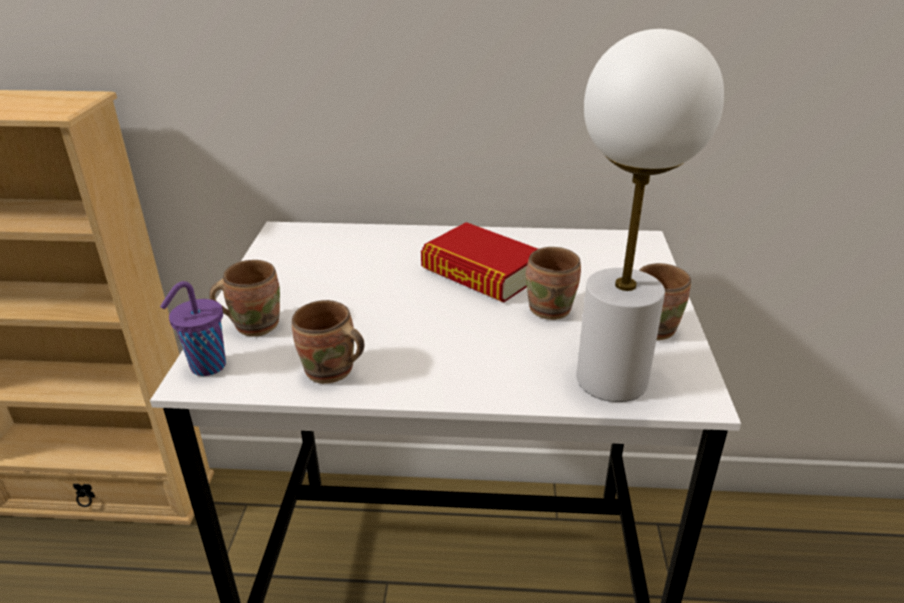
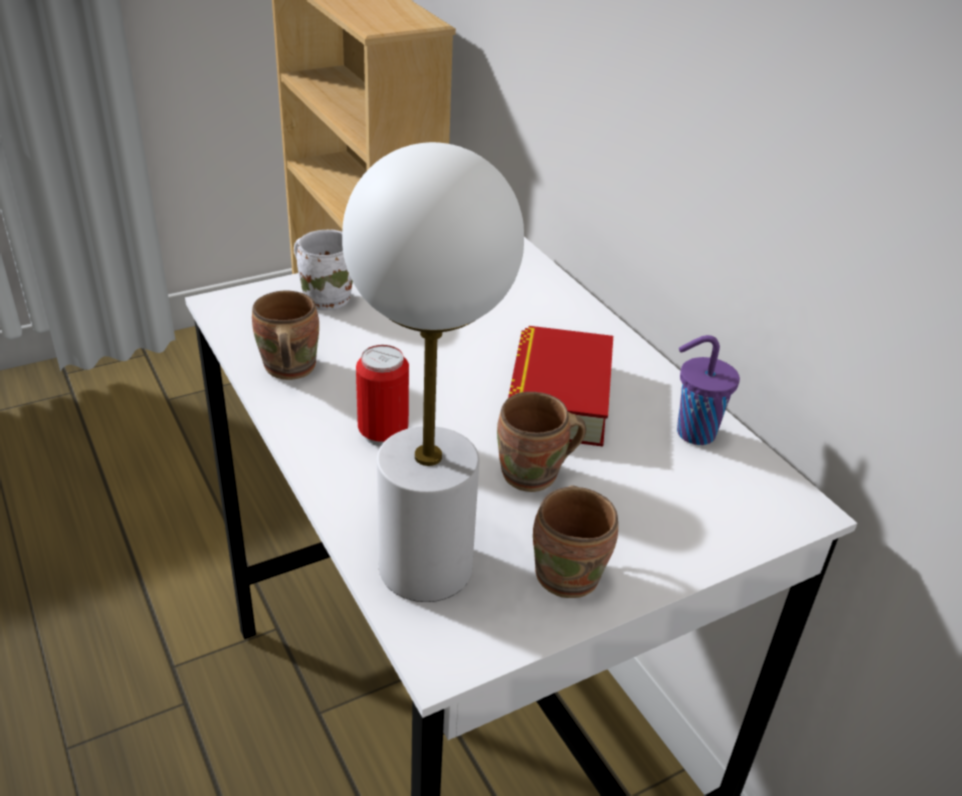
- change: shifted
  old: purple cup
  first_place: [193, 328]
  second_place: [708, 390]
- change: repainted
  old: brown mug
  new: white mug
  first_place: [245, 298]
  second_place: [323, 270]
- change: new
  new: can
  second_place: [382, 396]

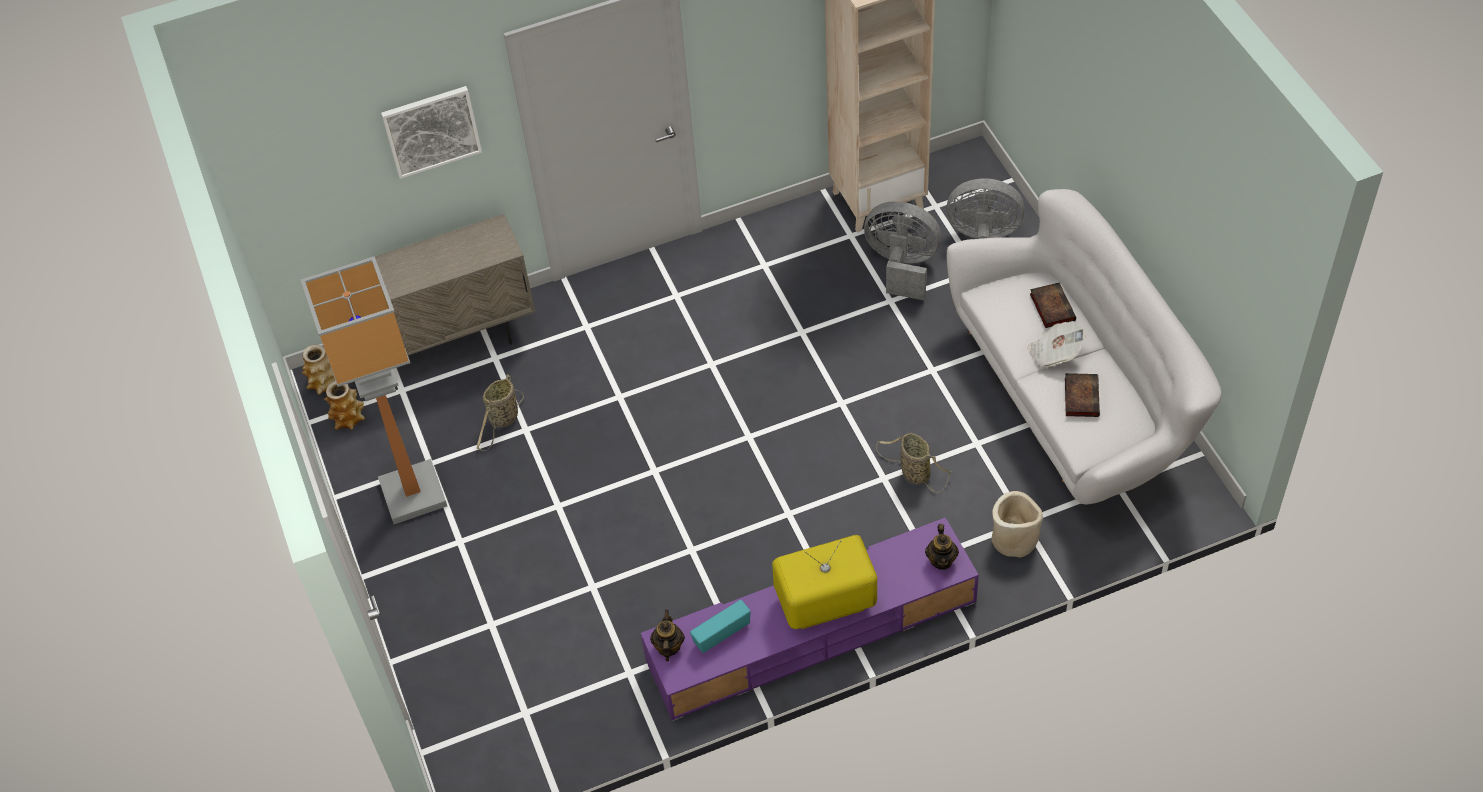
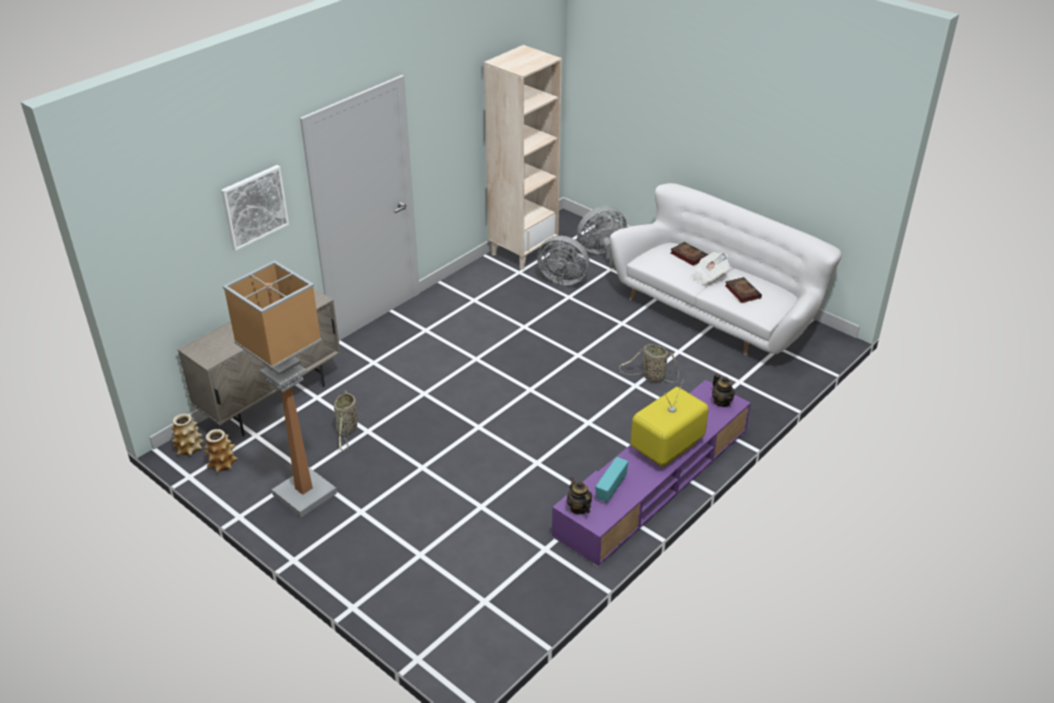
- change: rotated
  old: grey fan
  first_place: [902, 250]
  second_place: [563, 260]
  degrees: -150
- change: gone
  old: beige planter
  first_place: [1017, 524]

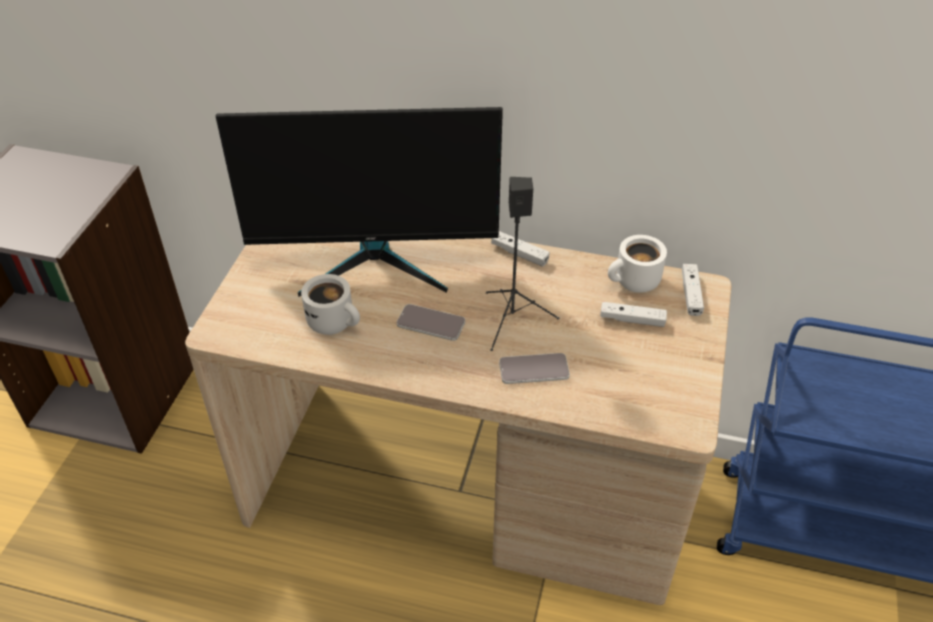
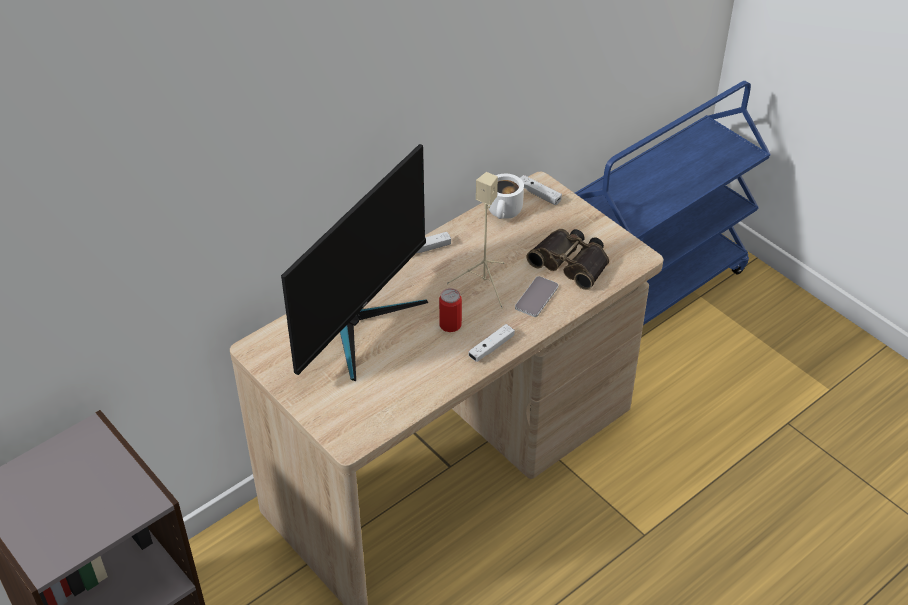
- change: gone
  old: white mug
  first_place: [330, 304]
- change: swapped
  old: phone
  new: can
  first_place: [431, 322]
  second_place: [450, 310]
- change: repainted
  old: black speaker
  new: beige speaker
  first_place: [522, 264]
  second_place: [475, 240]
- change: shifted
  old: white game controller
  first_place: [633, 314]
  second_place: [491, 343]
- change: new
  new: binoculars
  second_place: [567, 259]

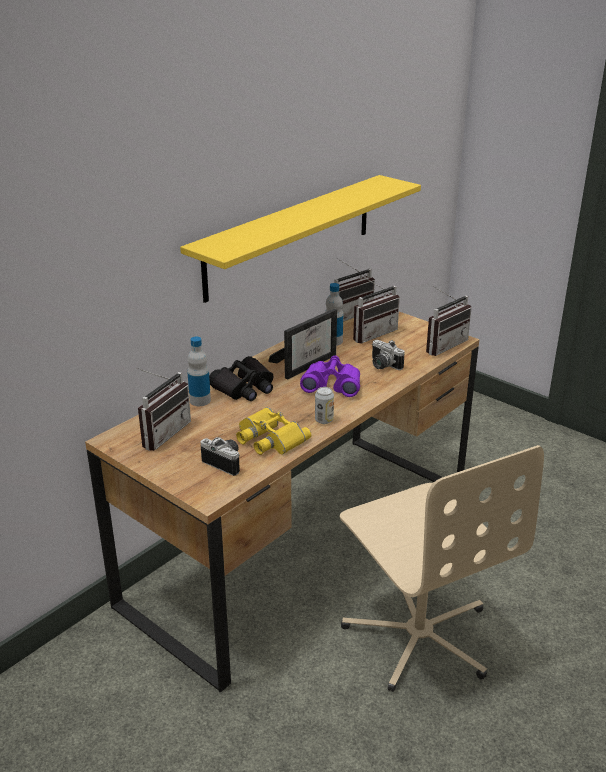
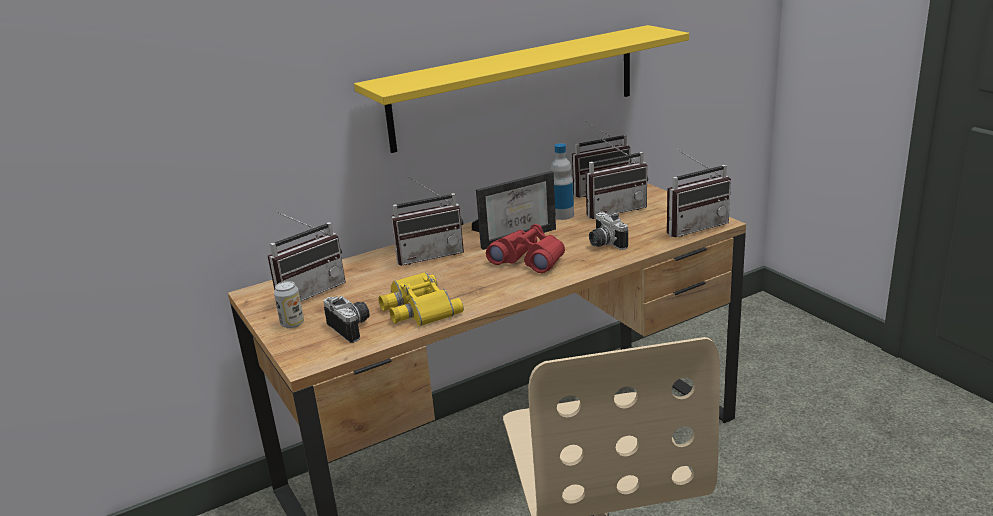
- change: gone
  old: bottle
  first_place: [199, 371]
- change: swapped
  old: black binoculars
  new: radio
  first_place: [241, 378]
  second_place: [427, 221]
- change: repainted
  old: purple binoculars
  new: red binoculars
  first_place: [330, 376]
  second_place: [525, 248]
- change: shifted
  old: can
  first_place: [324, 405]
  second_place: [289, 305]

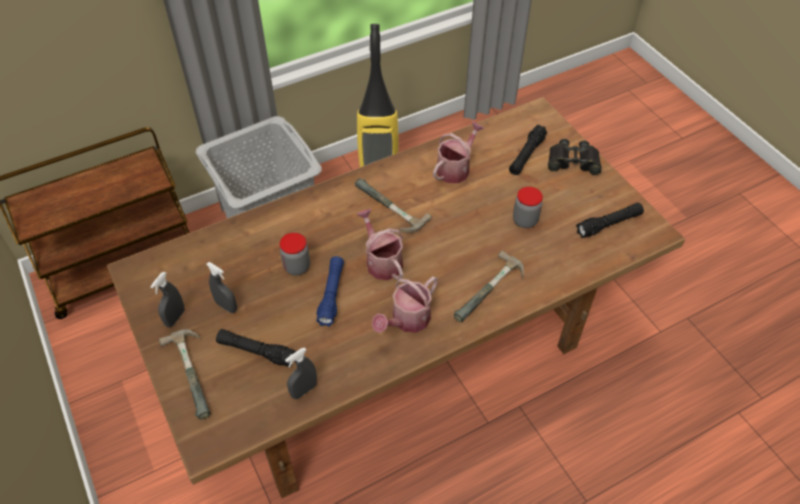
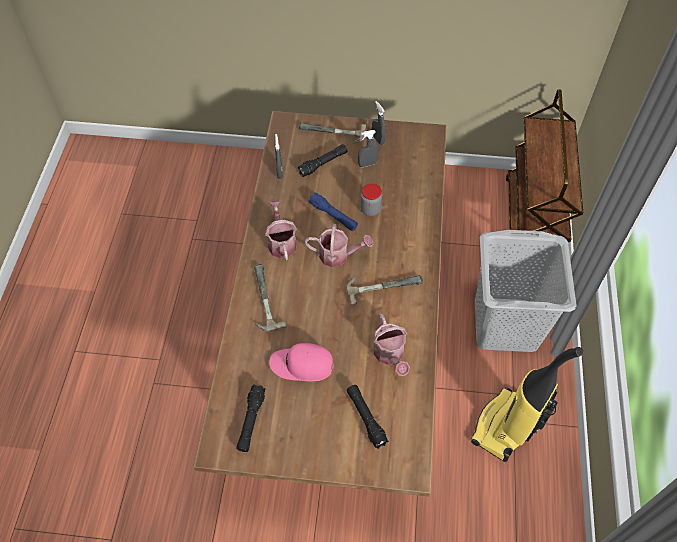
- change: swapped
  old: jar
  new: pink cap
  first_place: [528, 207]
  second_place: [301, 362]
- change: gone
  old: black binoculars
  first_place: [575, 157]

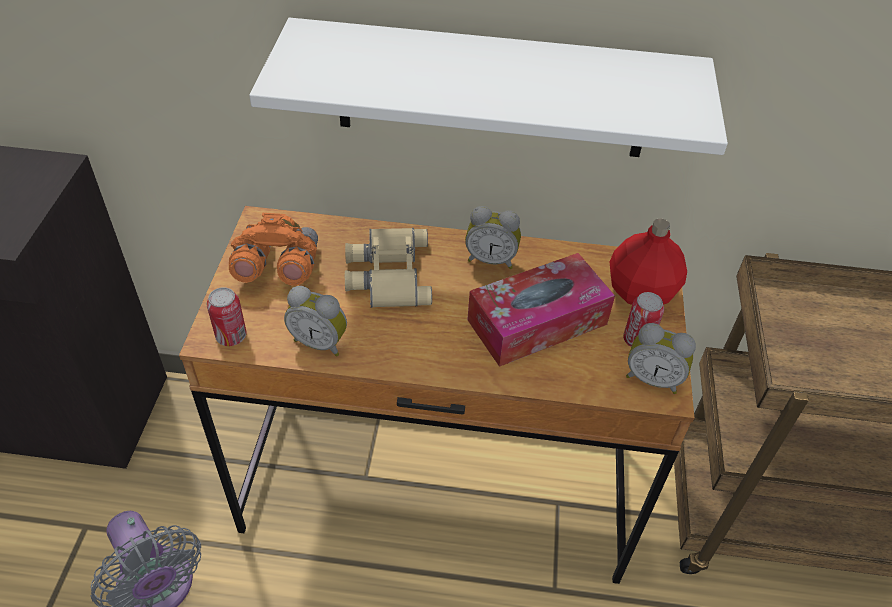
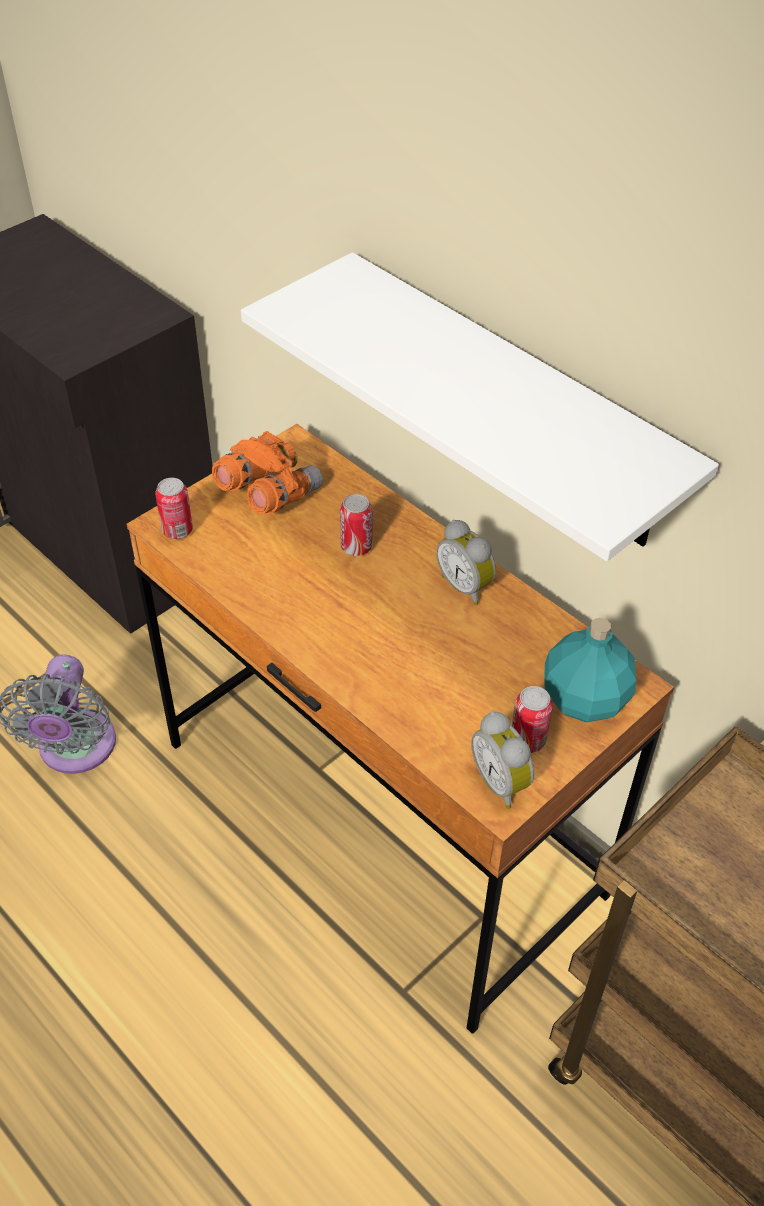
- change: gone
  old: alarm clock
  first_place: [315, 321]
- change: swapped
  old: beige binoculars
  new: can
  first_place: [388, 268]
  second_place: [356, 525]
- change: gone
  old: tissue box
  first_place: [541, 310]
- change: repainted
  old: red bottle
  new: turquoise bottle
  first_place: [648, 261]
  second_place: [590, 670]

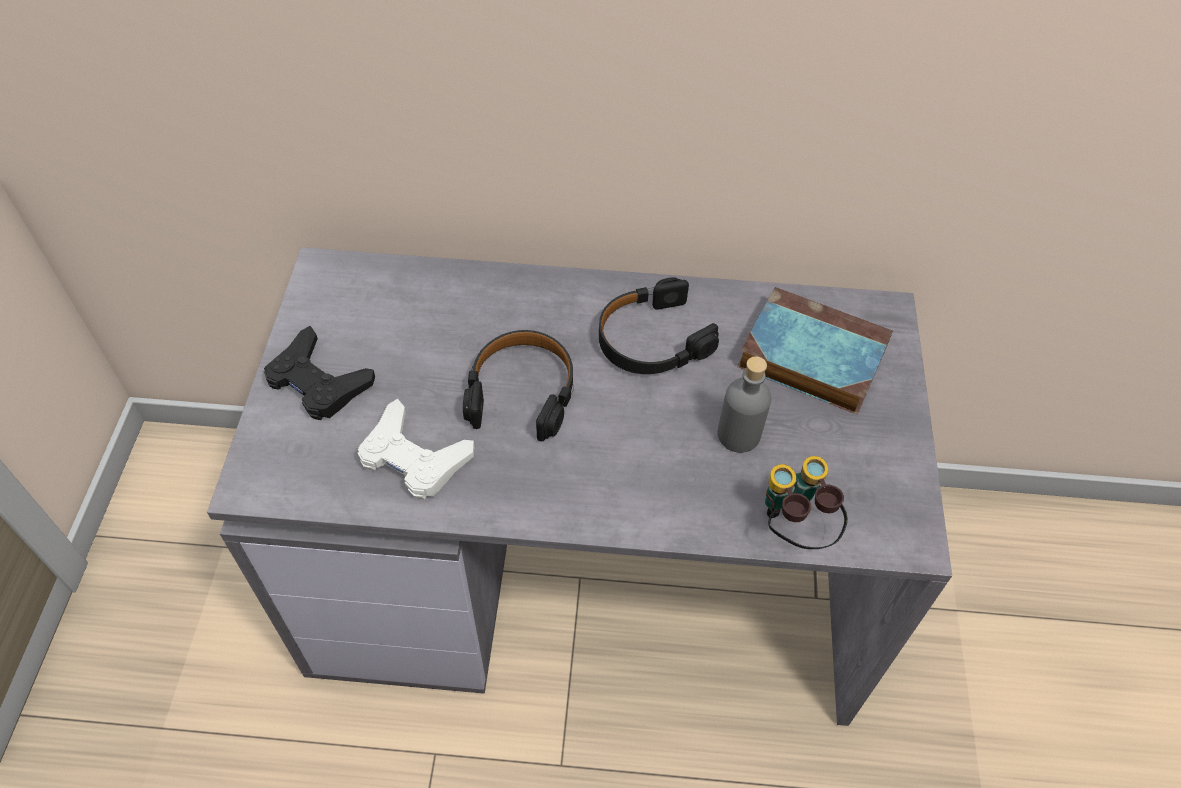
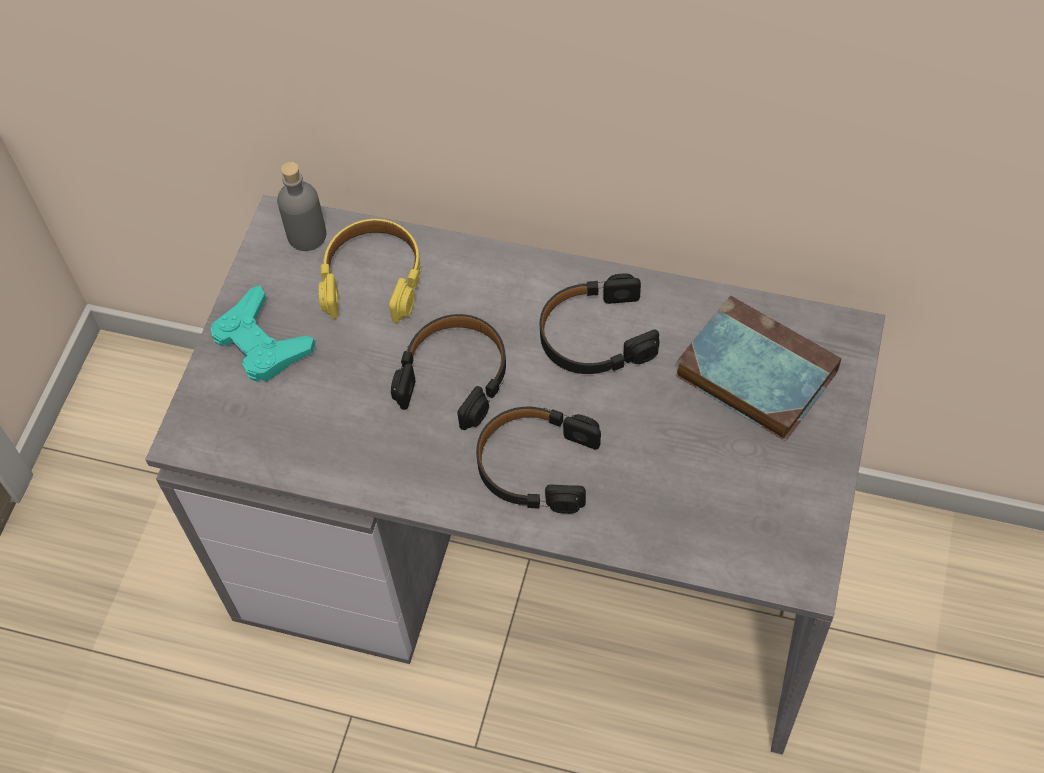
- change: repainted
  old: black game controller
  new: turquoise game controller
  first_place: [319, 373]
  second_place: [263, 333]
- change: gone
  old: white game controller
  first_place: [416, 449]
- change: shifted
  old: grey bottle
  first_place: [744, 404]
  second_place: [301, 206]
- change: gone
  old: binoculars
  first_place: [806, 502]
- change: new
  new: yellow headphones
  second_place: [370, 271]
- change: new
  new: black headphones
  second_place: [538, 460]

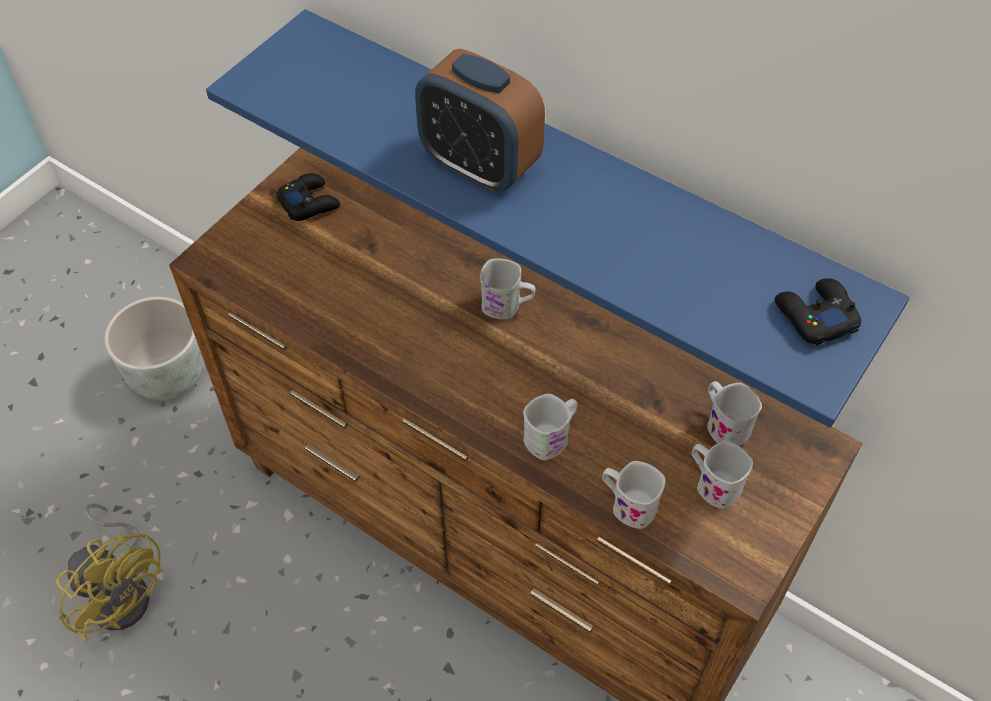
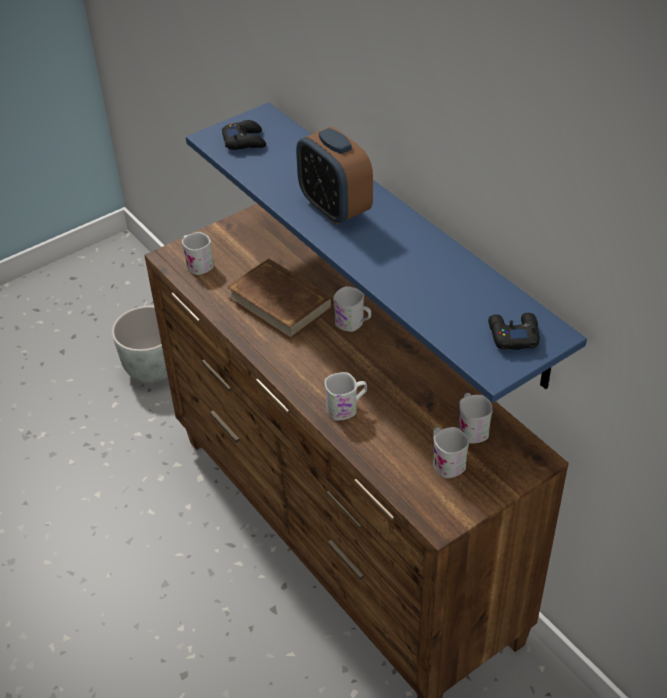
- change: gone
  old: yellow fan
  first_place: [108, 572]
- change: shifted
  old: black game controller
  first_place: [308, 197]
  second_place: [244, 135]
- change: shifted
  old: white mug
  first_place: [634, 495]
  second_place: [198, 253]
- change: new
  new: brown book
  second_place: [280, 299]

